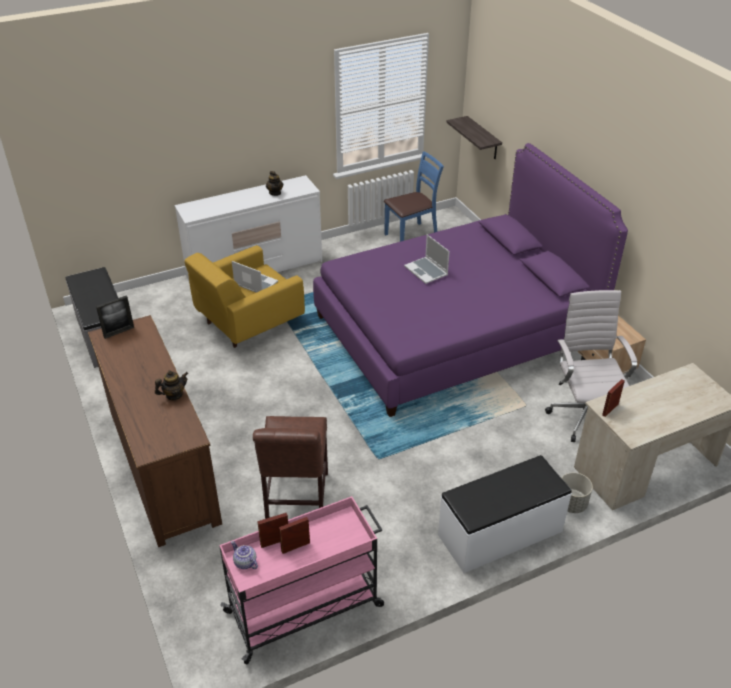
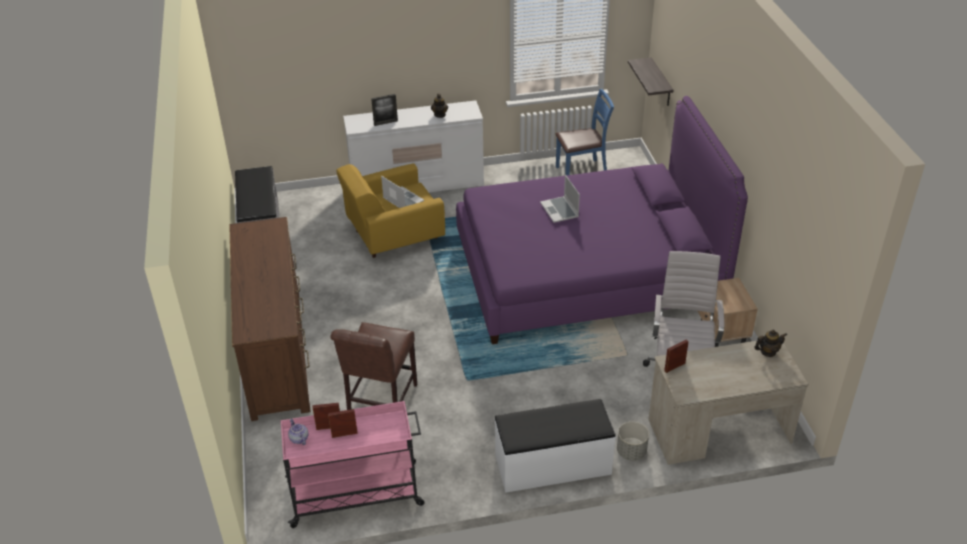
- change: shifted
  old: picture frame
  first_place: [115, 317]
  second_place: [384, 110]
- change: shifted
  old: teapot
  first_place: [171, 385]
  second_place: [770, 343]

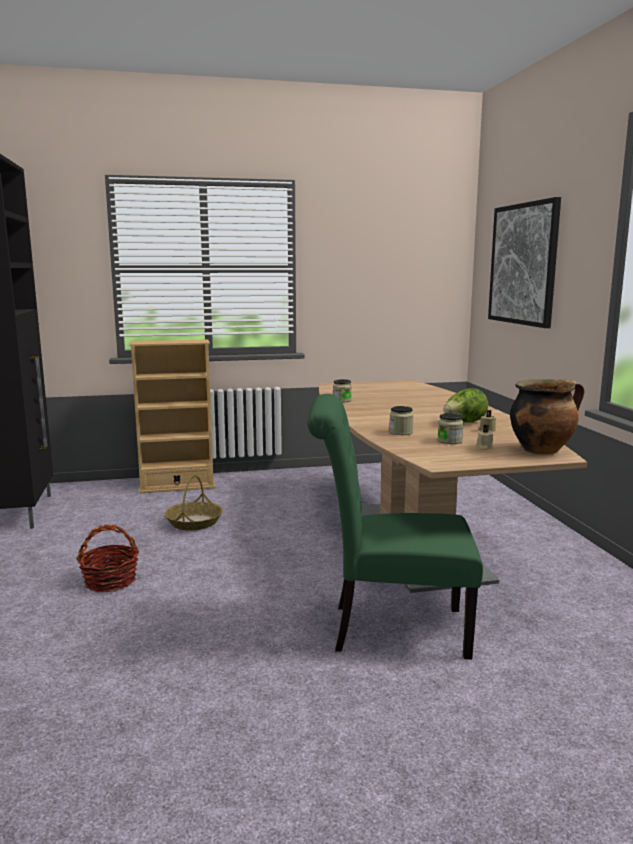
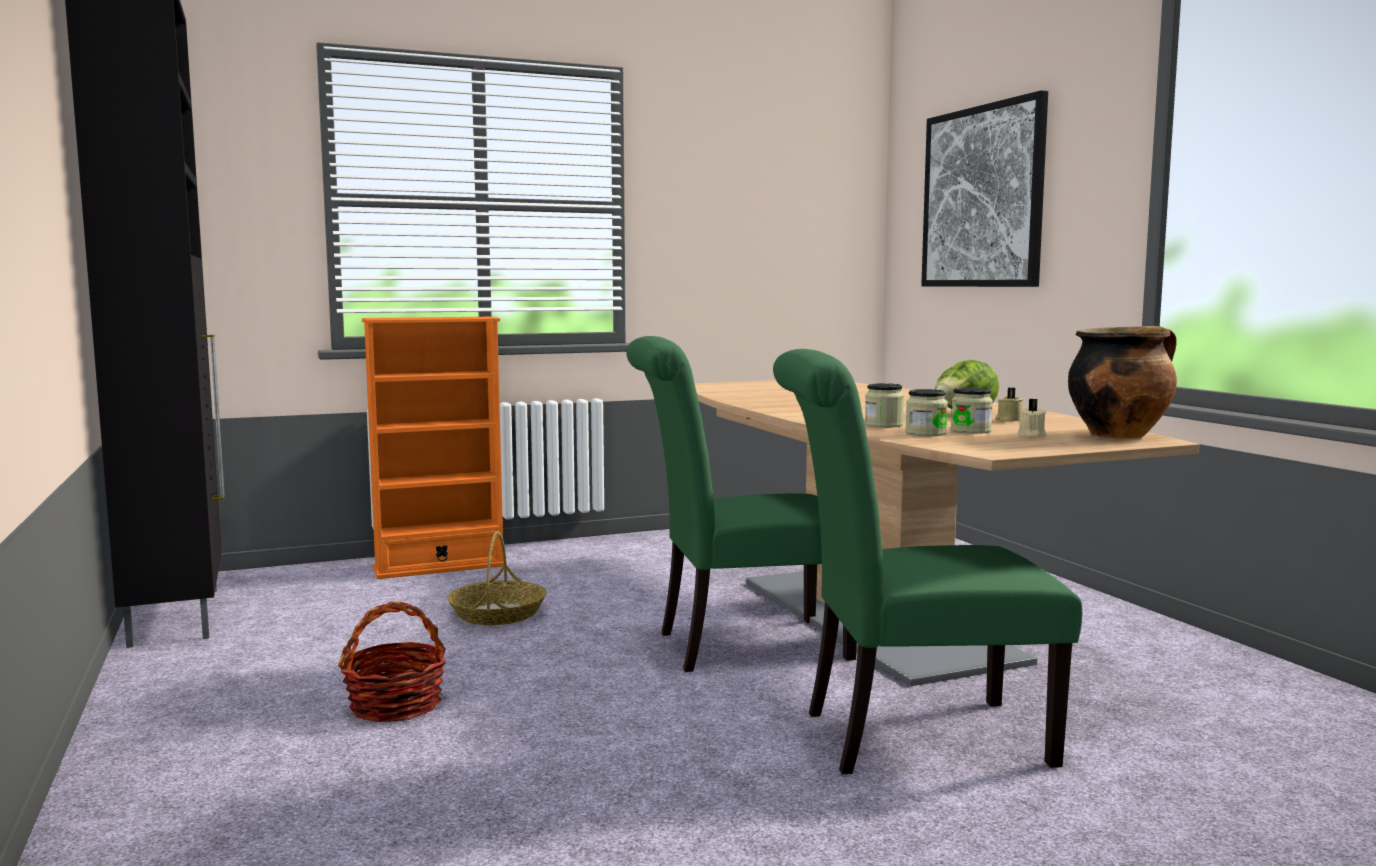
- change: repainted
  old: beige bookcase
  new: orange bookcase
  first_place: [172, 416]
  second_place: [434, 448]
- change: shifted
  old: jar
  first_place: [342, 390]
  second_place: [926, 412]
- change: new
  new: green chair
  second_place: [741, 504]

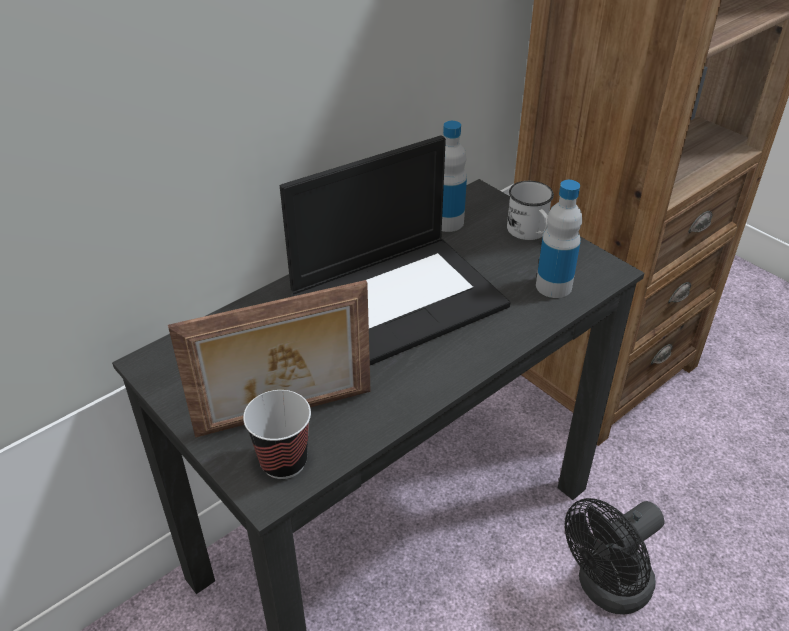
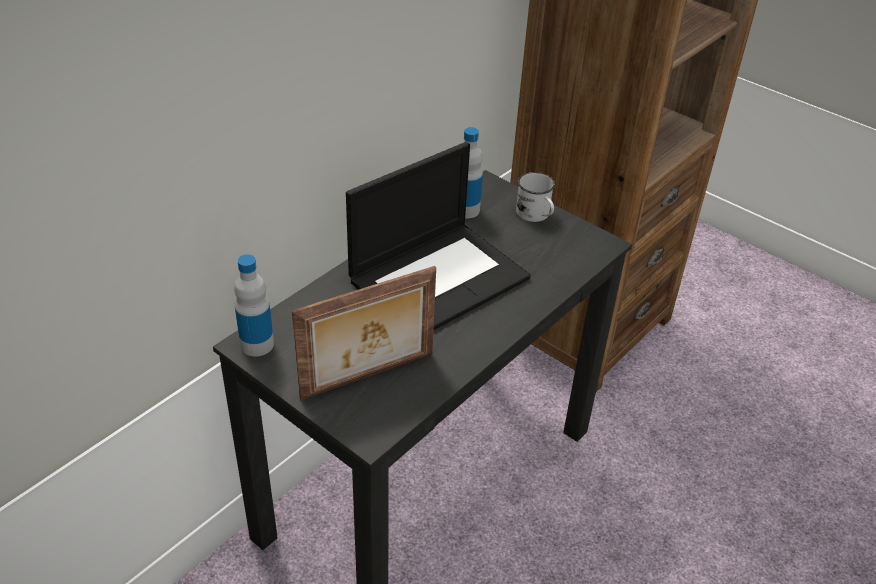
- change: gone
  old: cup
  first_place: [277, 434]
- change: shifted
  old: bottle
  first_place: [559, 239]
  second_place: [254, 305]
- change: gone
  old: black fan
  first_place: [615, 556]

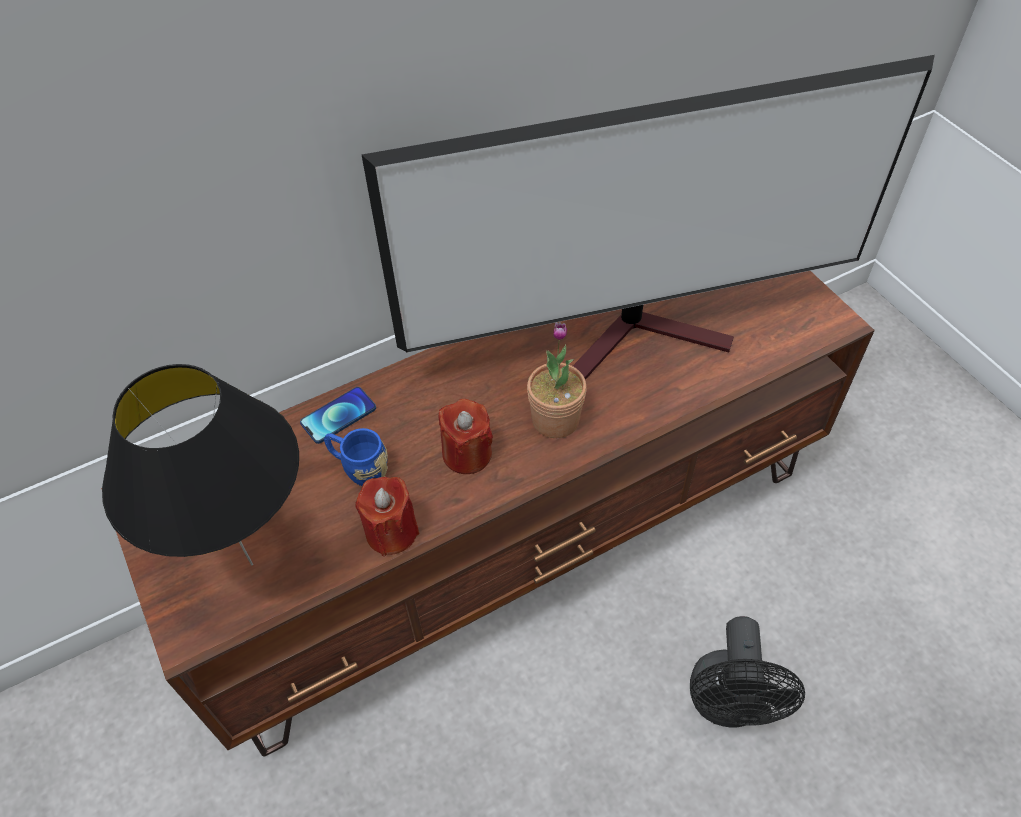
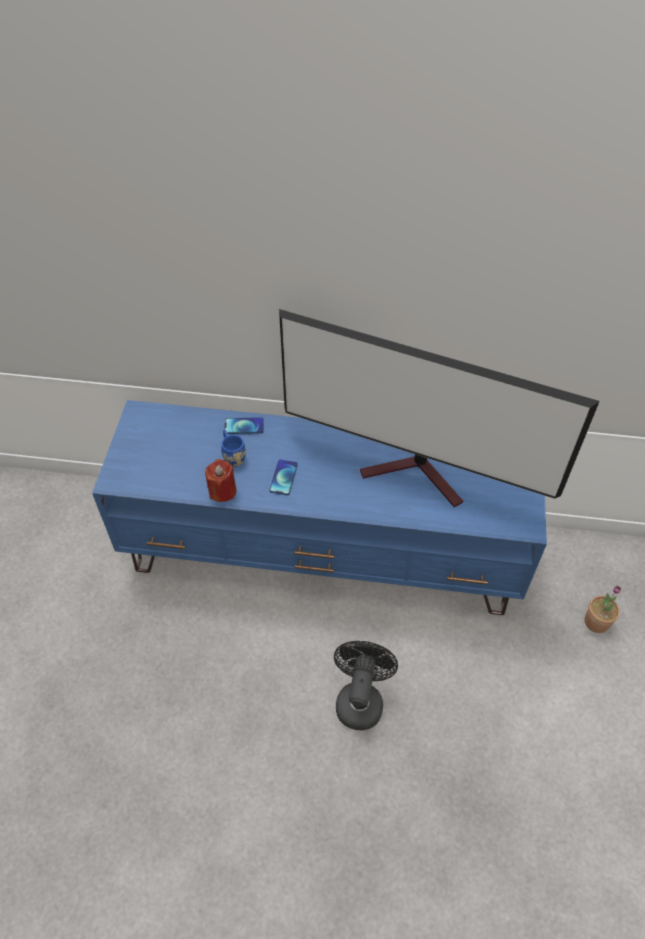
- change: repainted
  old: brown tv stand
  new: blue tv stand
  first_place: [488, 513]
  second_place: [319, 507]
- change: gone
  old: black table lamp
  first_place: [200, 465]
- change: swapped
  old: red candle
  new: phone
  first_place: [466, 436]
  second_place: [284, 477]
- change: shifted
  old: potted plant
  first_place: [557, 380]
  second_place: [602, 609]
- change: rotated
  old: black fan
  first_place: [747, 671]
  second_place: [366, 685]
  degrees: 150

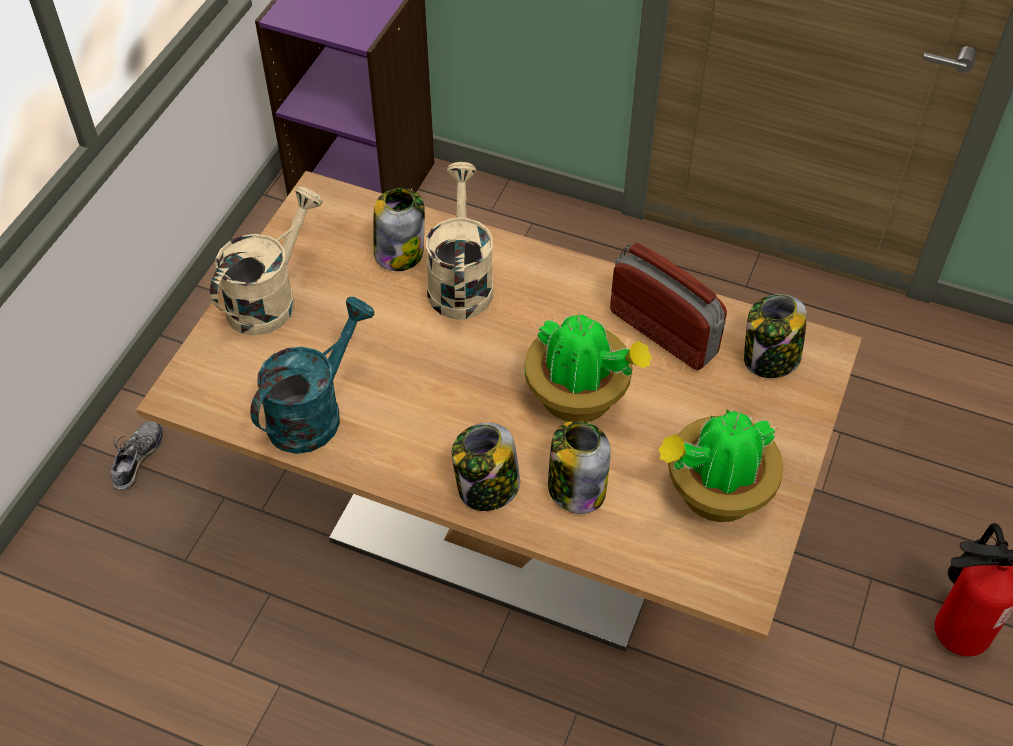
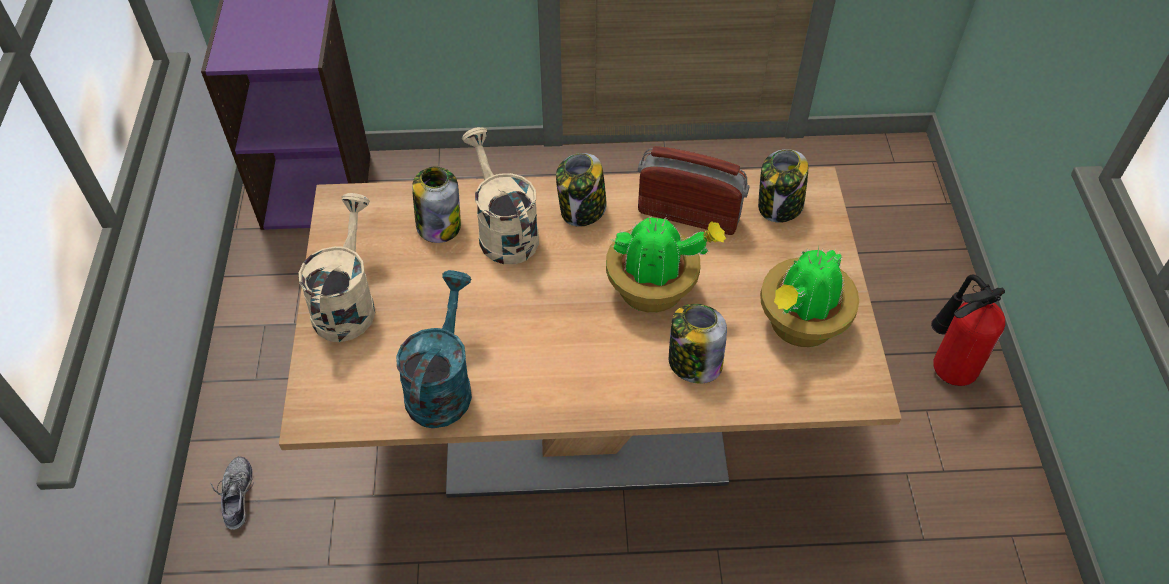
- change: shifted
  old: jar
  first_place: [486, 467]
  second_place: [581, 190]

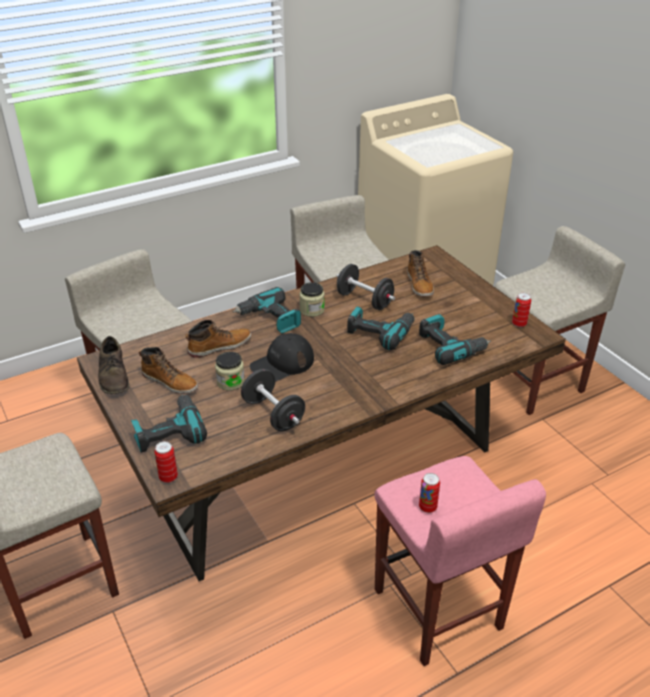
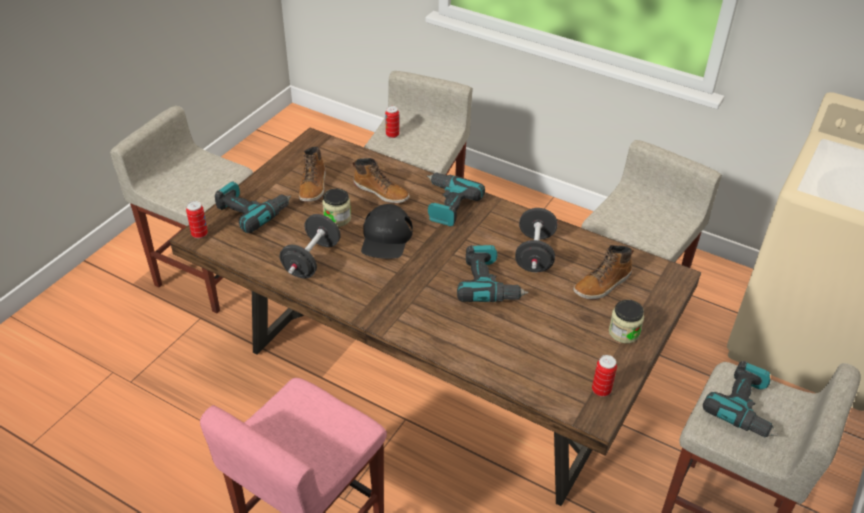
- change: gone
  old: brown shoe
  first_place: [113, 365]
- change: rotated
  old: black cap
  first_place: [282, 357]
  second_place: [387, 231]
  degrees: -105
- change: shifted
  old: jar
  first_place: [312, 299]
  second_place: [626, 321]
- change: shifted
  old: power drill
  first_place: [455, 339]
  second_place: [741, 399]
- change: shifted
  old: can
  first_place: [429, 493]
  second_place: [392, 122]

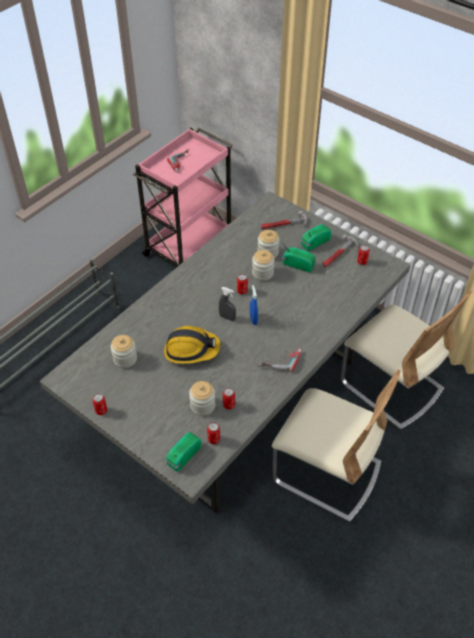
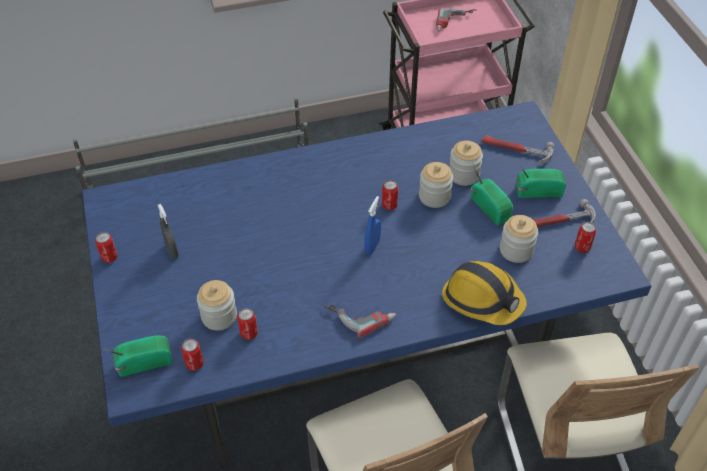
- change: repainted
  old: grey dining table
  new: blue dining table
  first_place: [225, 352]
  second_place: [366, 284]
- change: shifted
  old: jar
  first_place: [124, 351]
  second_place: [519, 239]
- change: shifted
  old: hard hat
  first_place: [192, 345]
  second_place: [484, 293]
- change: shifted
  old: grey spray bottle
  first_place: [227, 304]
  second_place: [168, 231]

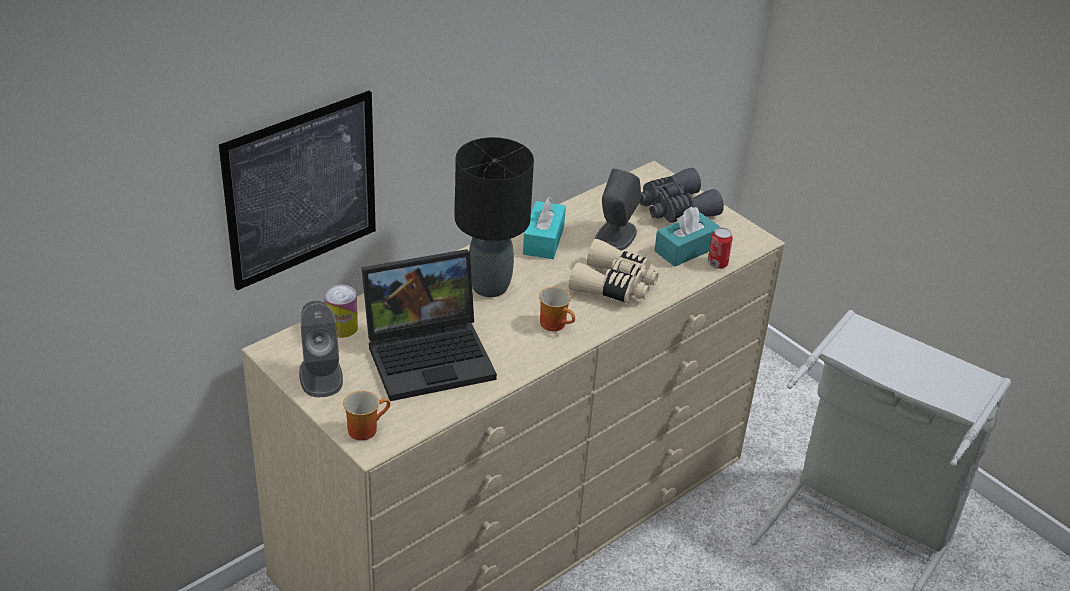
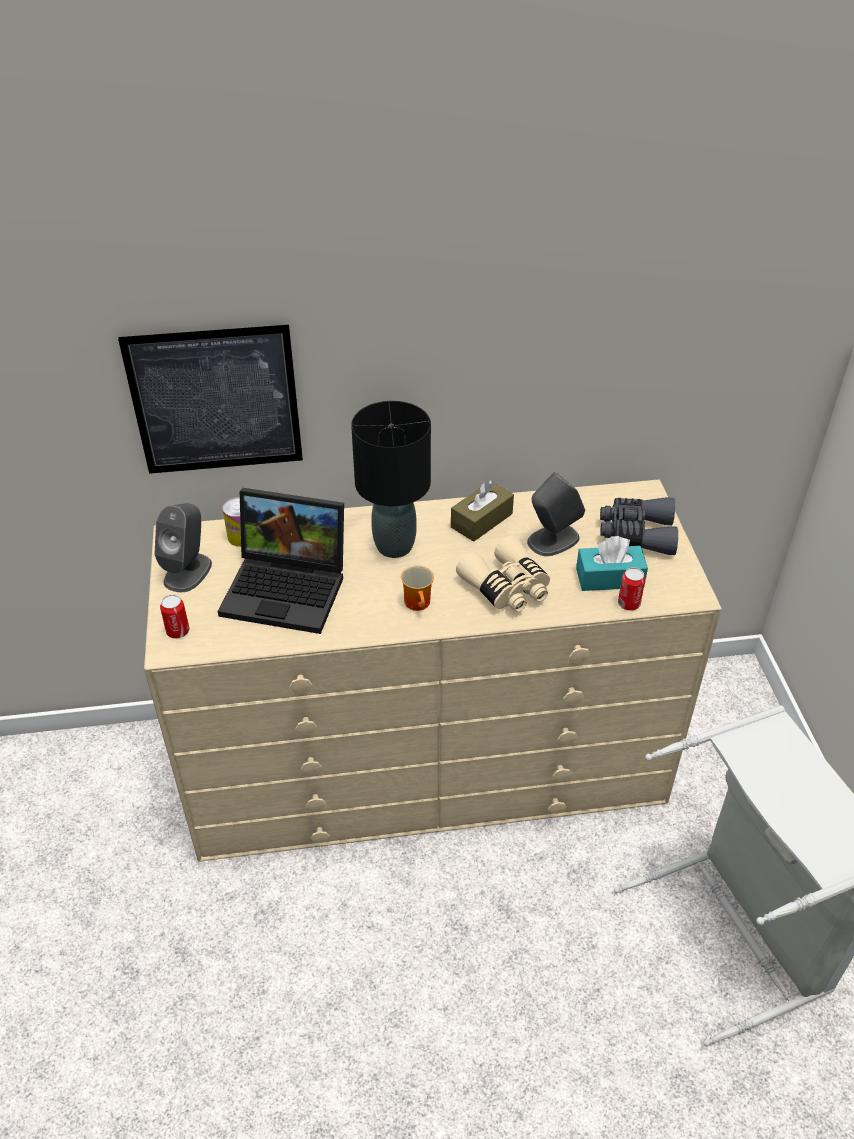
- change: swapped
  old: mug
  new: can
  first_place: [366, 415]
  second_place: [174, 616]
- change: repainted
  old: turquoise tissue box
  new: brown tissue box
  first_place: [544, 227]
  second_place: [482, 511]

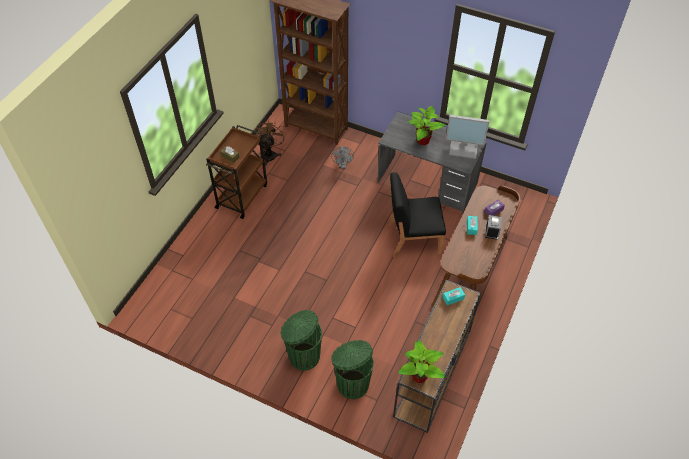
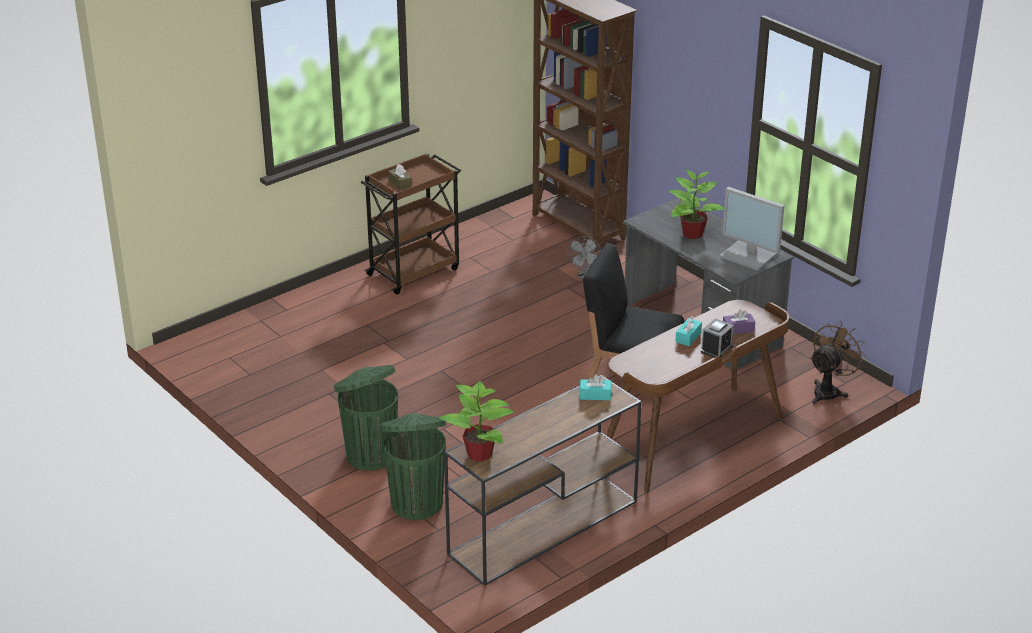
- change: shifted
  old: brown fan
  first_place: [270, 143]
  second_place: [838, 362]

